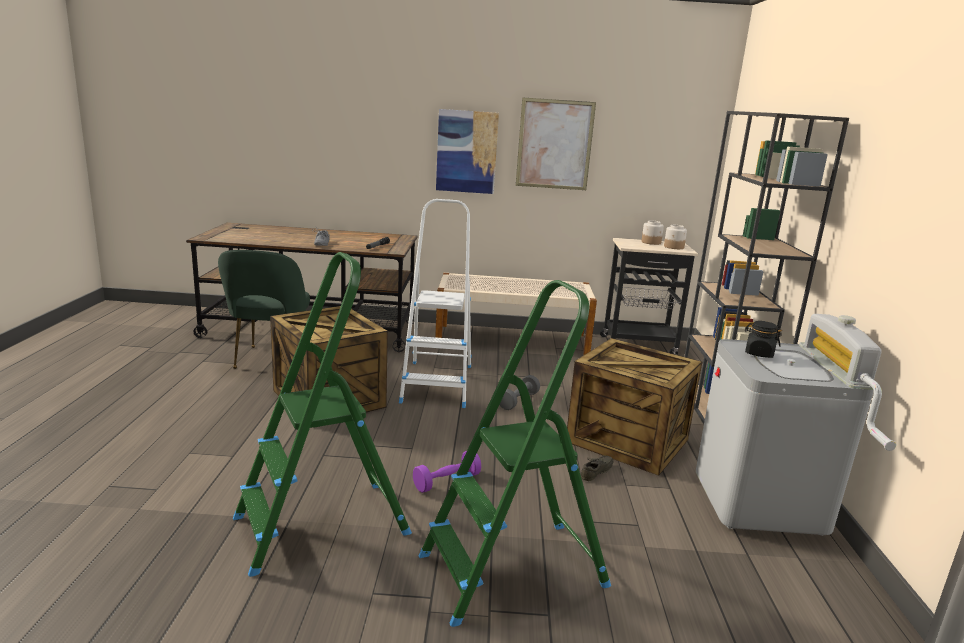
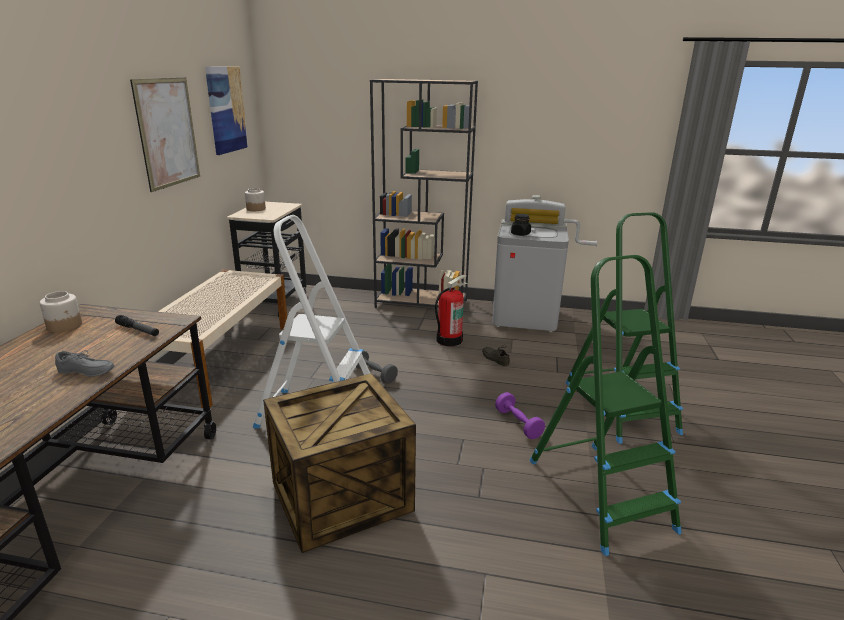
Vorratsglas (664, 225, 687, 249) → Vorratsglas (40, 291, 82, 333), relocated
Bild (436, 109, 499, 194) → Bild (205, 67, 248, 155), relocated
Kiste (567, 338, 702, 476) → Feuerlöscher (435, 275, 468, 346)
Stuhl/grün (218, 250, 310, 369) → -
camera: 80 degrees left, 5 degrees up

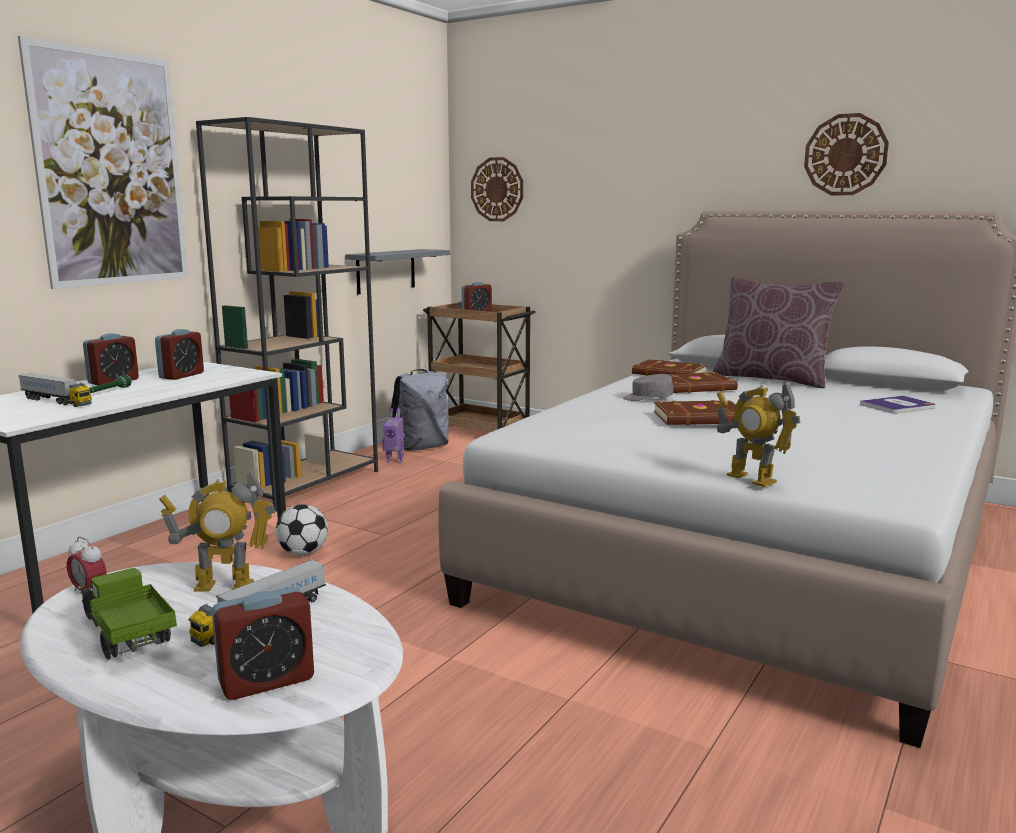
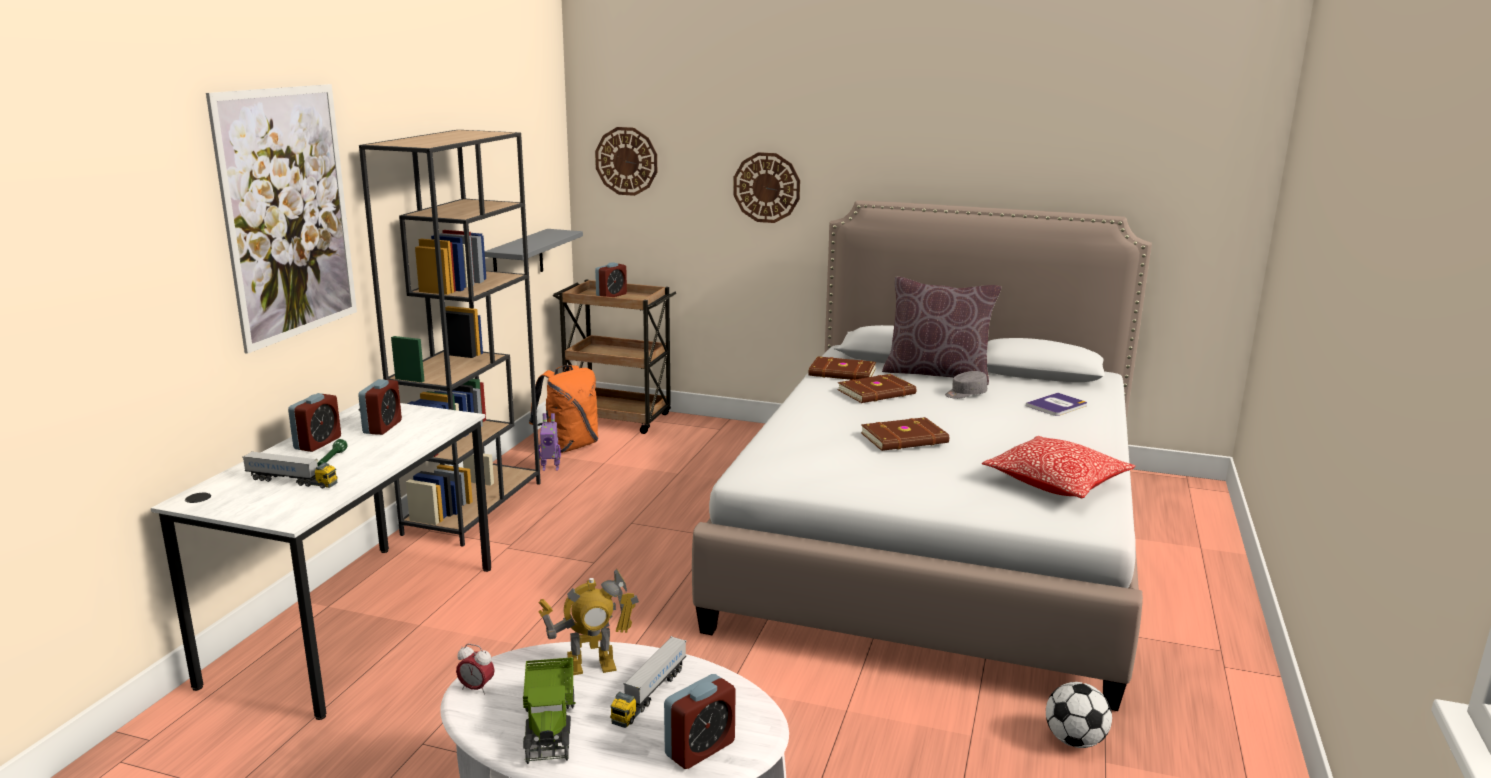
Spielzeuglaster (78, 568, 177, 660) → Spielzeuglaster (523, 657, 576, 764), 135 degrees counterclockwise
Rucksack/grau (391, 369, 449, 451) → Rucksack/orange (529, 365, 598, 453)
Wanduhr (804, 113, 889, 195) → Wanduhr (733, 152, 800, 223), relocated
Kappe/grau (623, 374, 673, 401) → Kappe/grau (945, 371, 987, 399), relocated
- → Kissen (982, 436, 1135, 498)
Fußball (276, 504, 328, 555) → Fußball (1046, 682, 1112, 748), relocated
Spielzeugroboter (716, 381, 801, 487) → -
camera: 15 degrees left, 5 degrees up

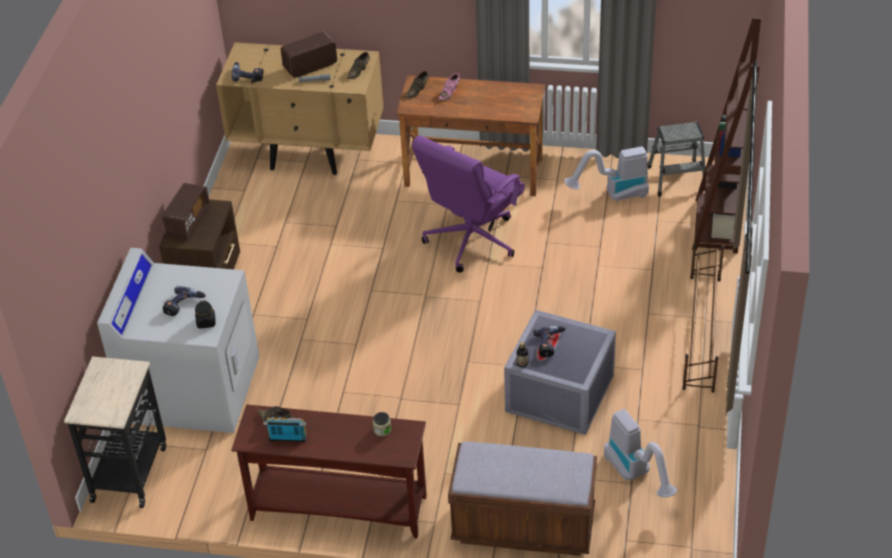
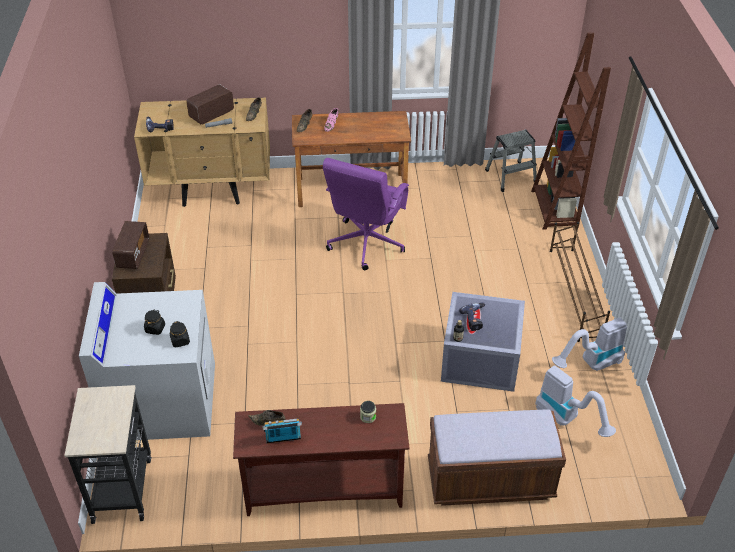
Bohrmaschine (163, 286, 206, 316) → Vorratsglas/schwarz (144, 310, 165, 335)
Staubsauger (564, 146, 649, 201) → Staubsauger (552, 318, 627, 371), relocated
camera: 15 degrees left, 0 degrees up

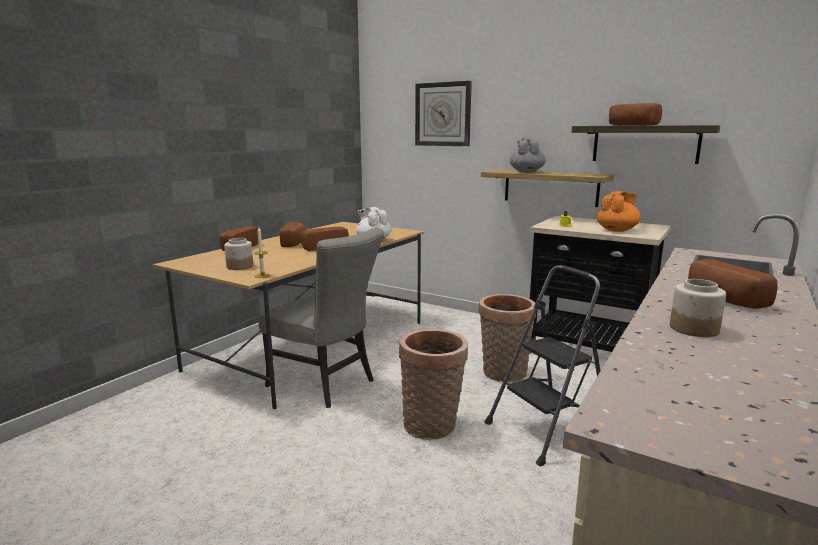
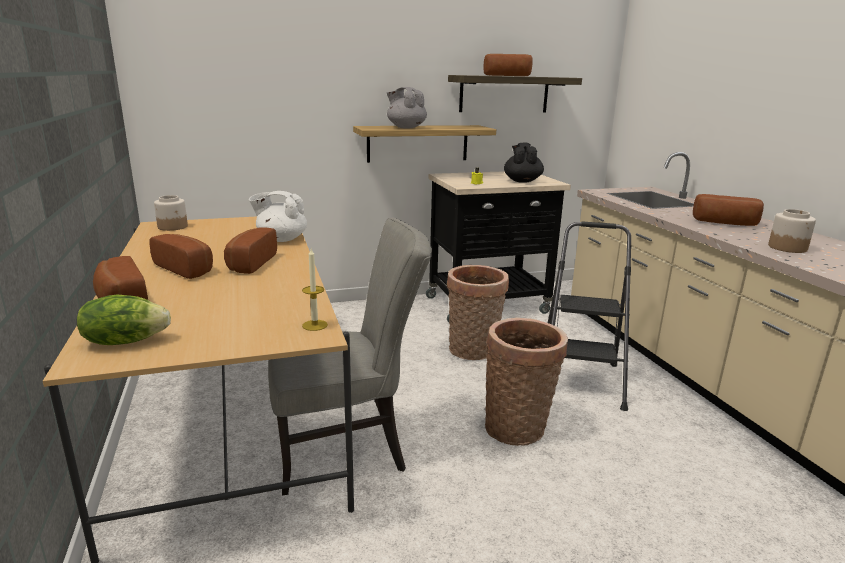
- → Salatkopf (77, 294, 171, 345)
Vorratsglas (224, 238, 253, 270) → Vorratsglas (154, 195, 188, 231), relocated
Teekanne/orange (597, 191, 641, 232) → Teekanne/schwarz (504, 143, 544, 183)
Wanduhr (415, 81, 472, 146) → -
camera: 50 degrees left, 5 degrees up

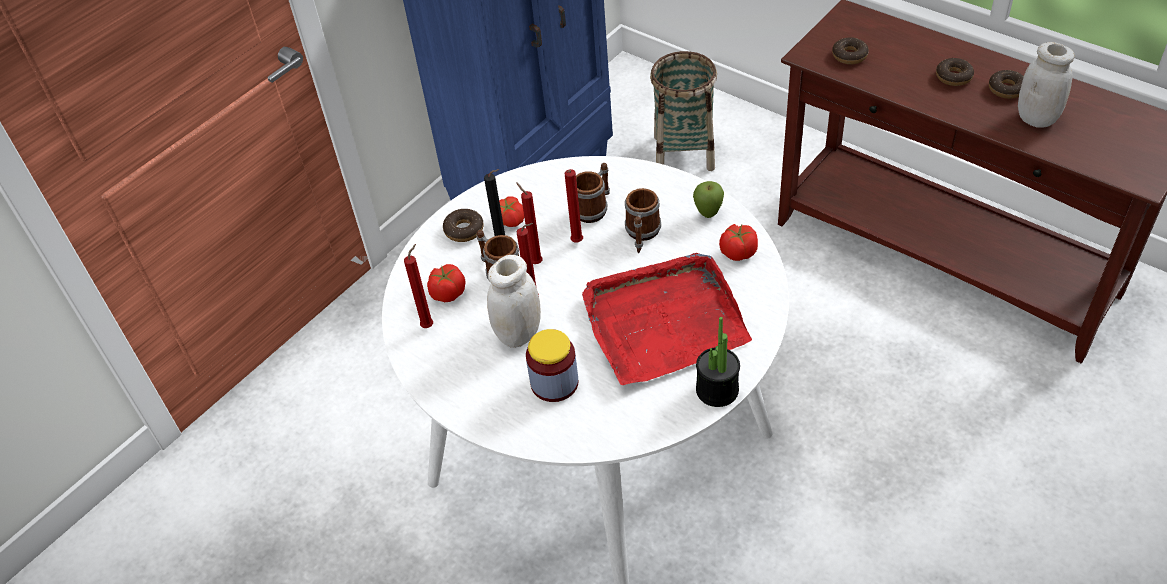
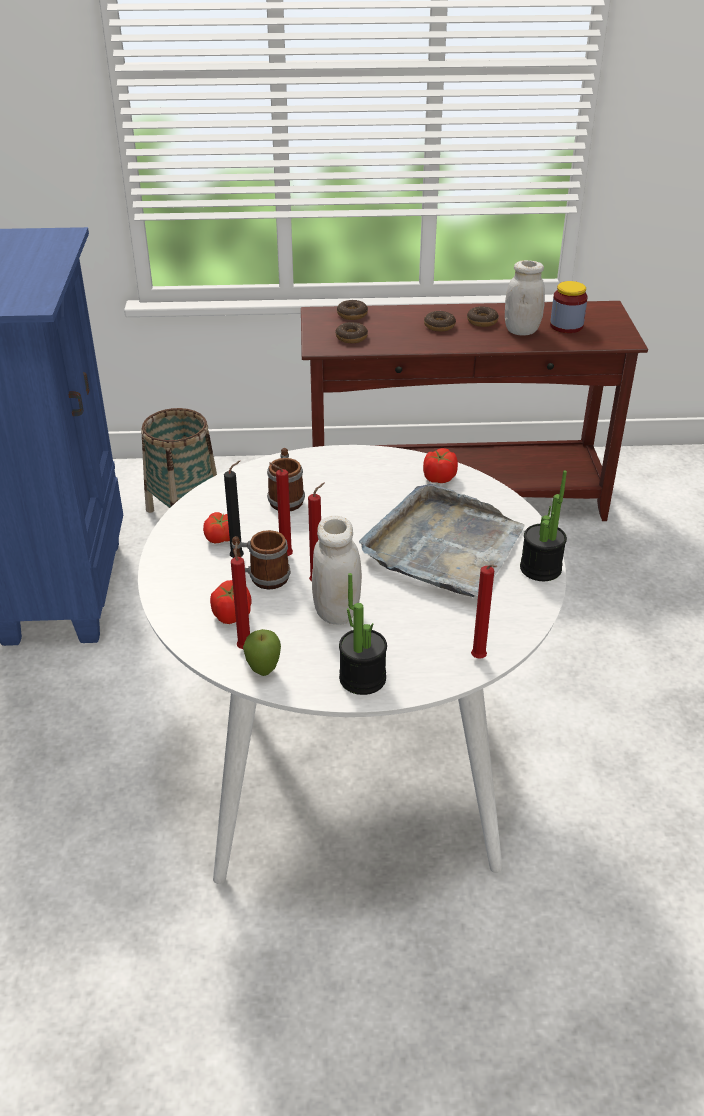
Apfel (693, 181, 724, 218) → Apfel (243, 629, 281, 676), relocated
Donut (443, 209, 484, 242) → Donut (337, 300, 368, 320), relocated
- → Topfpflanze (339, 573, 387, 695)
Tablett/rot (582, 253, 752, 385) → Tablett/grau (359, 484, 525, 597)
Kerze/rot (565, 169, 583, 242) → Kerze/rot (471, 564, 497, 659), relocated
Vorratsglas (526, 329, 579, 402) → Vorratsglas (550, 281, 588, 333), relocated
Henkelbecher (625, 188, 661, 253) → -
camera: 45 degrees left, 10 degrees down

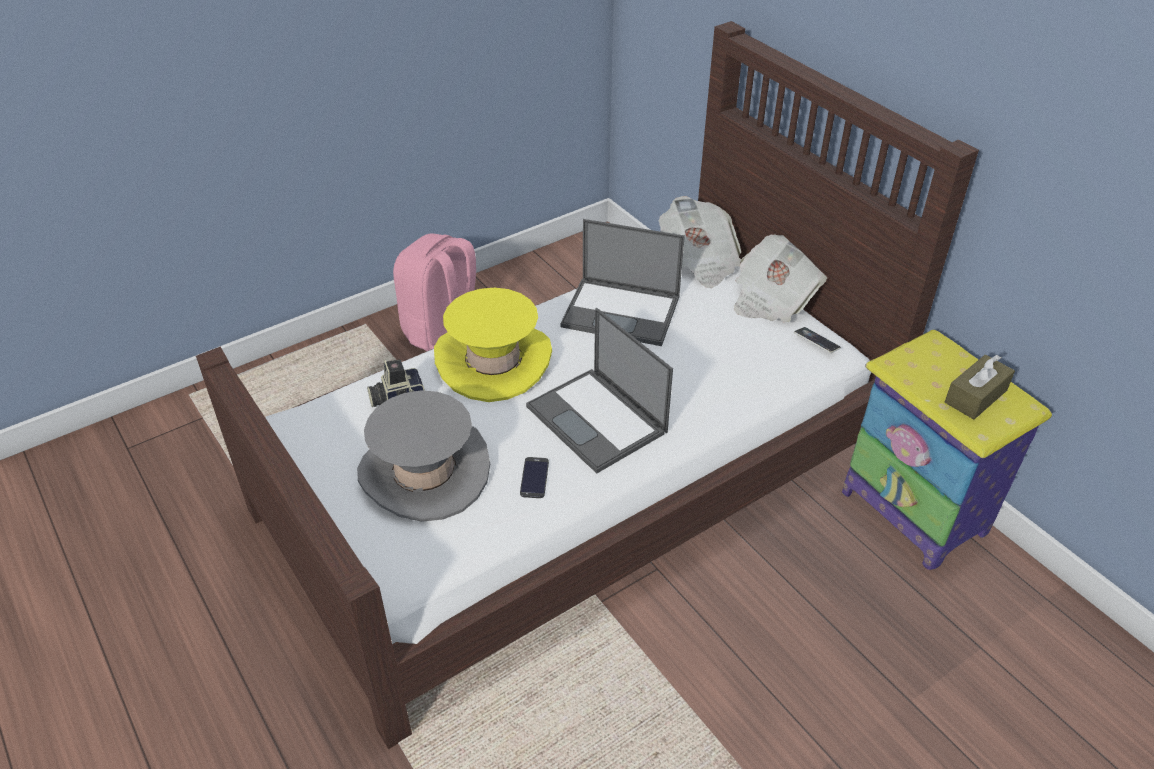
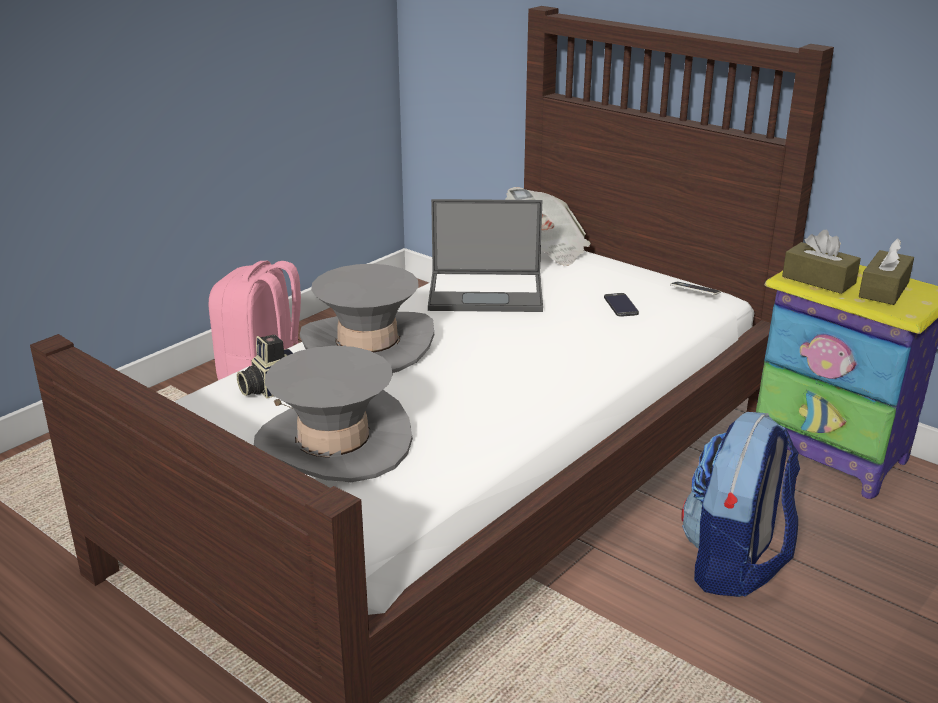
Hut/gelb (434, 288, 552, 402) → Hut/grau (300, 264, 434, 373)
Handy (520, 457, 549, 498) → Handy (604, 293, 639, 317), relocated
- → Rucksack (681, 412, 800, 597)
- → Taschentuchbox/braun (782, 230, 861, 294)
Laptop (526, 308, 673, 474) → -
Zeitung (734, 235, 827, 323) → -
camera: 15 degrees left, 15 degrees down

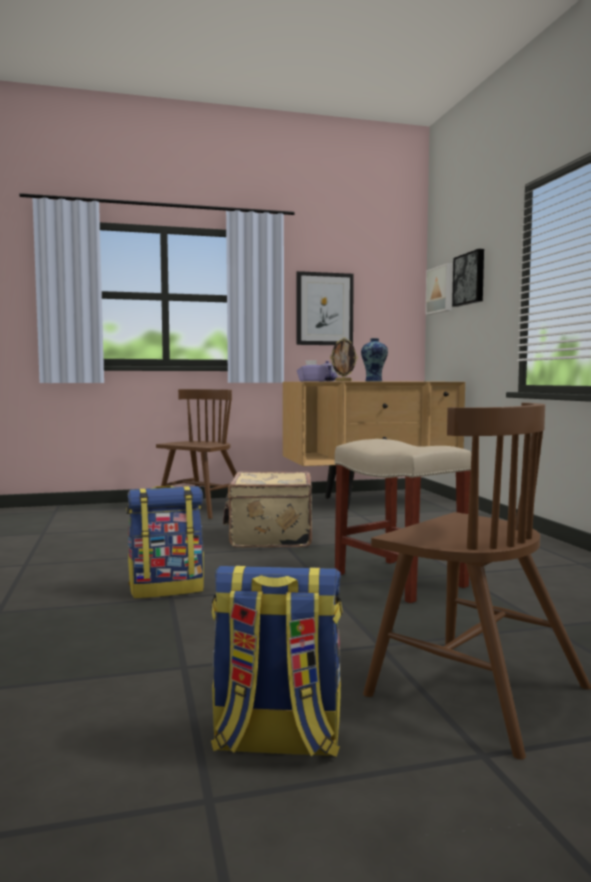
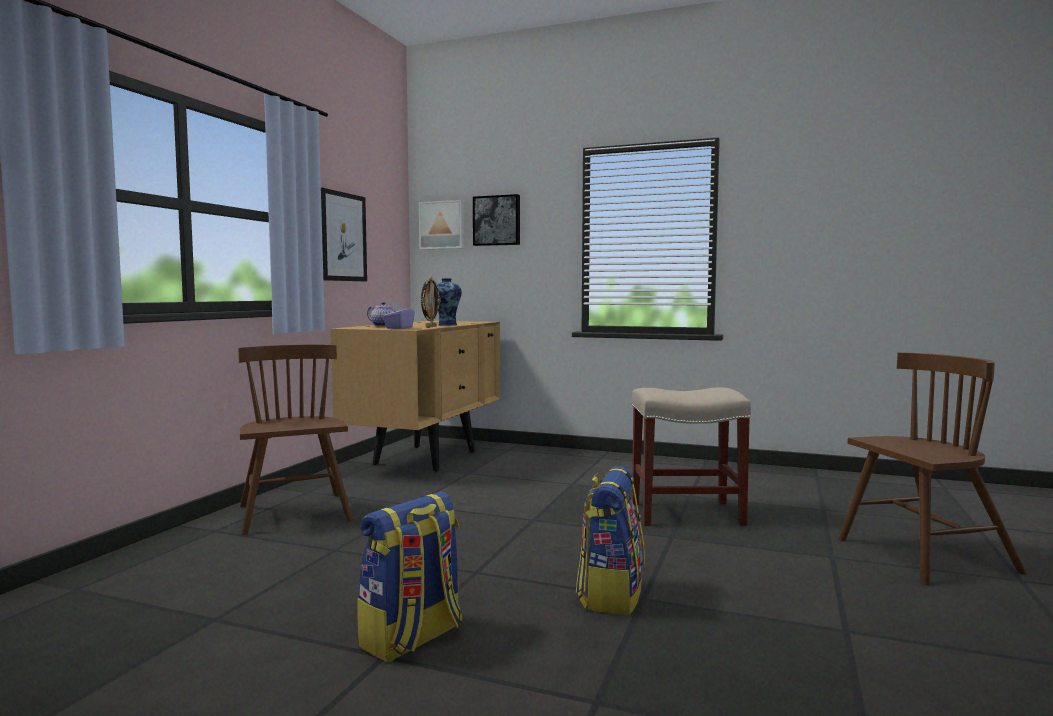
Rucksack (211, 566, 343, 757) → Rucksack (357, 492, 462, 663), relocated
Koffer/beige (223, 471, 312, 548) → -
camera: 55 degrees left, 0 degrees up

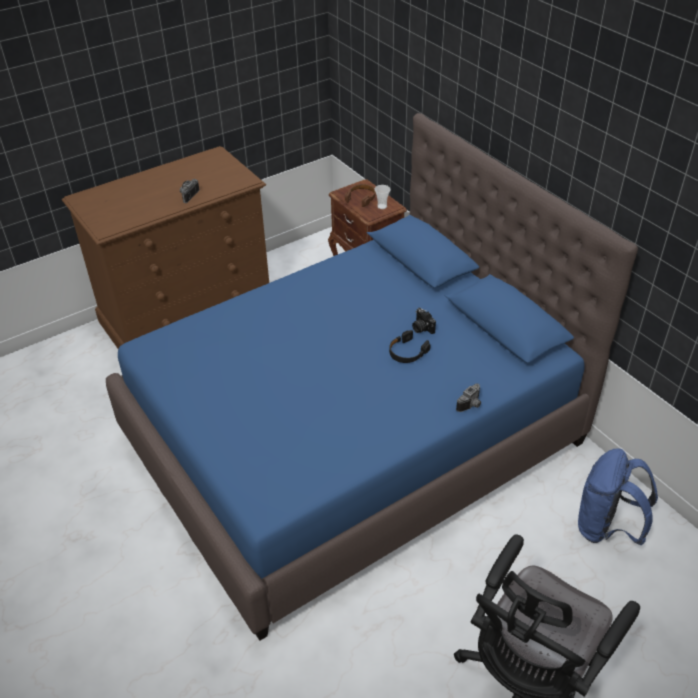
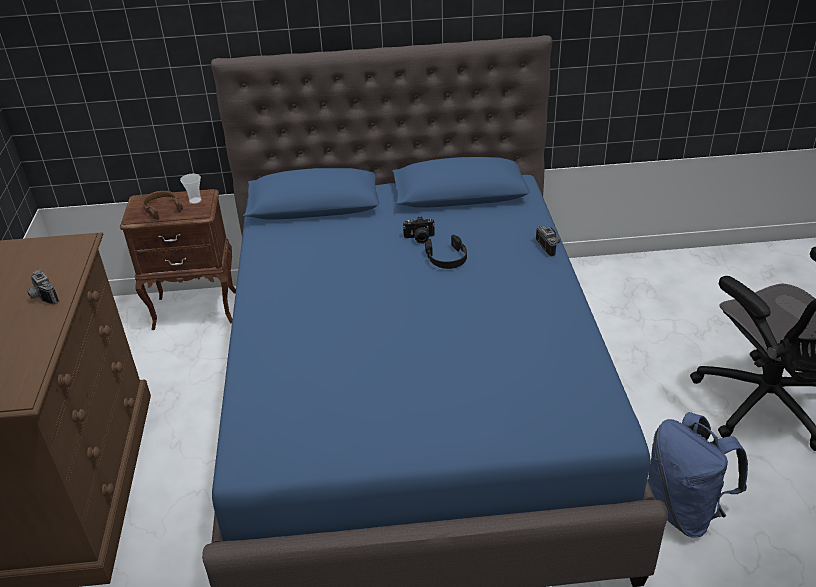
Rucksack/blau (578, 448, 658, 545) → Rucksack/blau (648, 412, 748, 538), relocated
camera: 60 degrees left, 5 degrees down

